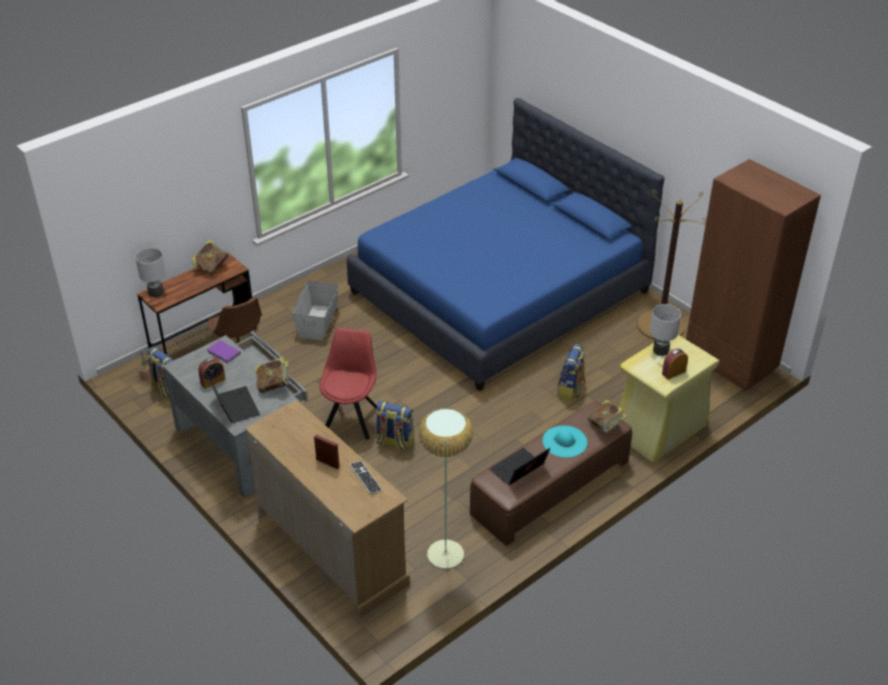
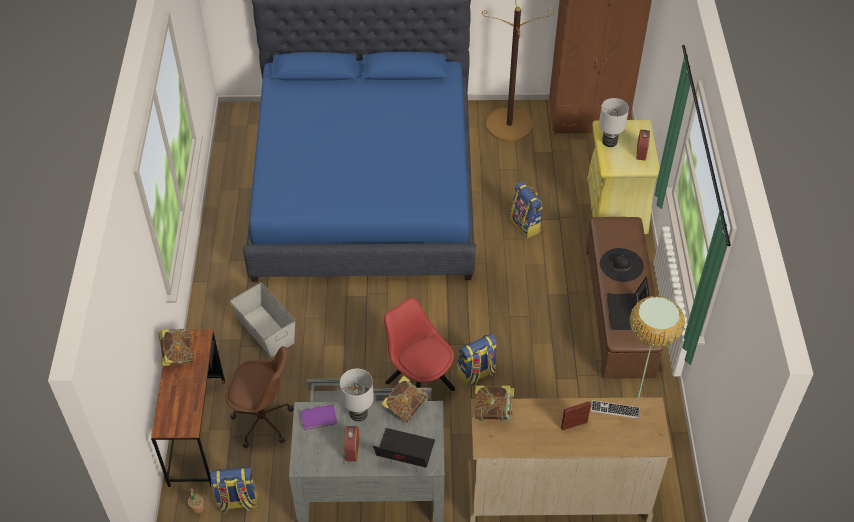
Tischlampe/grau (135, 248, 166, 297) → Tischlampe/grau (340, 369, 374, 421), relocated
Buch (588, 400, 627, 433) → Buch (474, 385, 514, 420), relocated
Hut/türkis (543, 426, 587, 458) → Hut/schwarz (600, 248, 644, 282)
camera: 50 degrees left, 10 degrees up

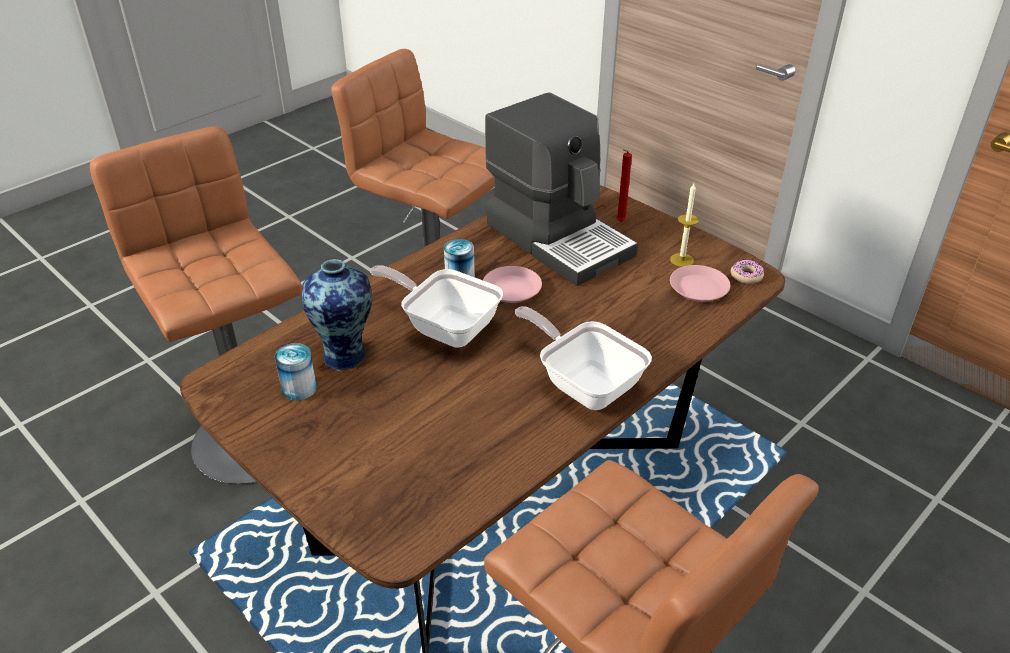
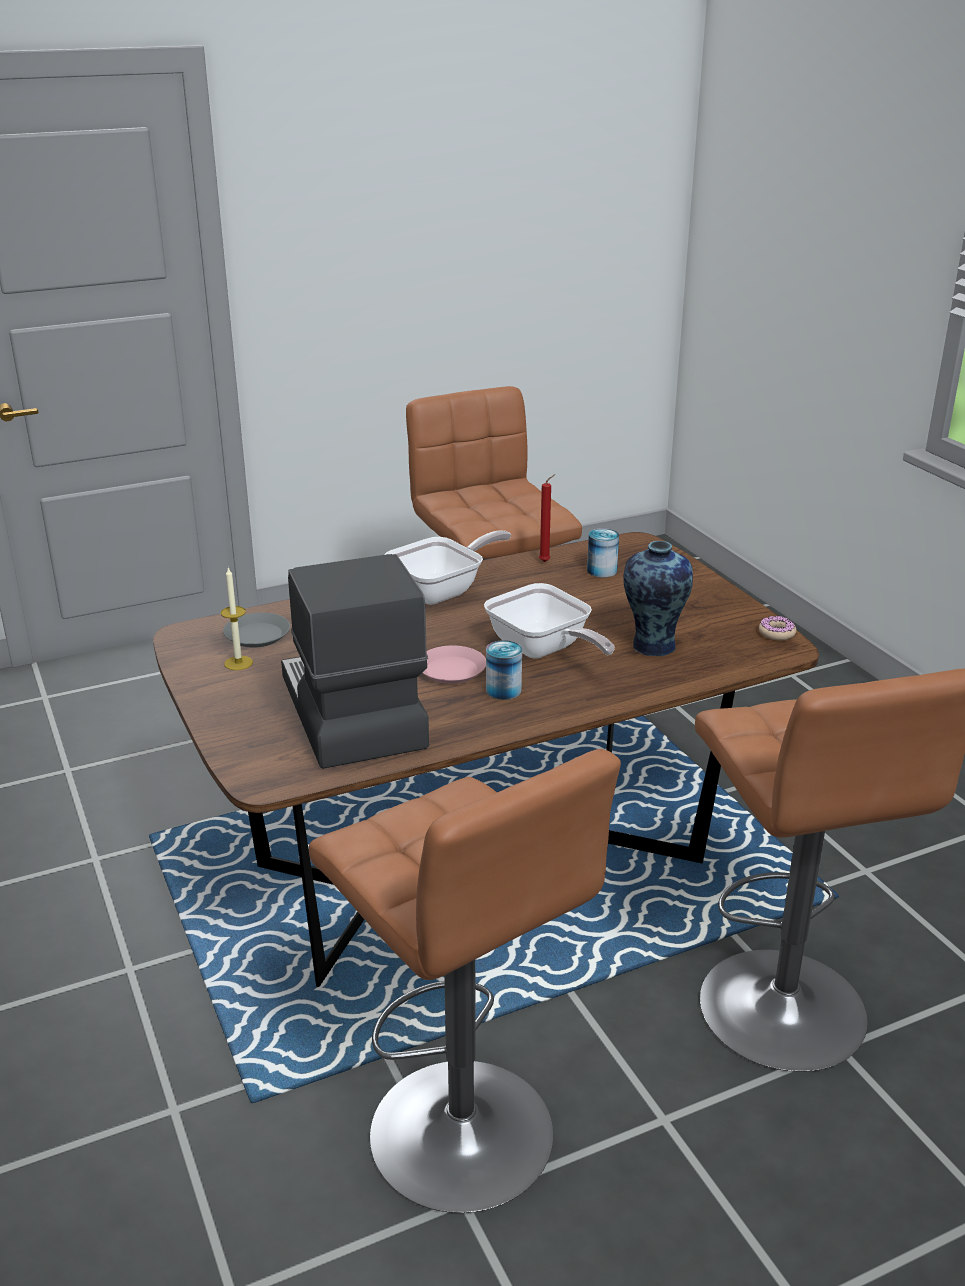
Teller/rosa (670, 265, 730, 302) → Teller/grau (223, 613, 290, 648)
Pfanne (515, 306, 652, 410) → Pfanne (384, 530, 511, 605), 105 degrees counterclockwise
Kerze/rot (616, 149, 632, 222) → Kerze/rot (539, 474, 556, 562), relocated
Dose (275, 343, 317, 401) → Dose (587, 528, 619, 578), relocated
Donut (731, 260, 764, 284) → Donut (759, 616, 796, 640), relocated
camera: 160 degrees left, 10 degrees down

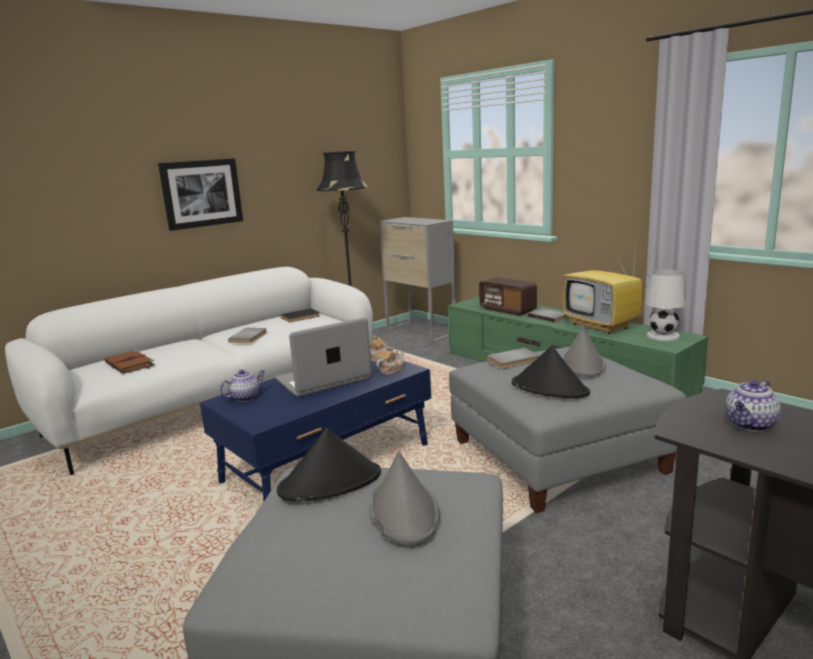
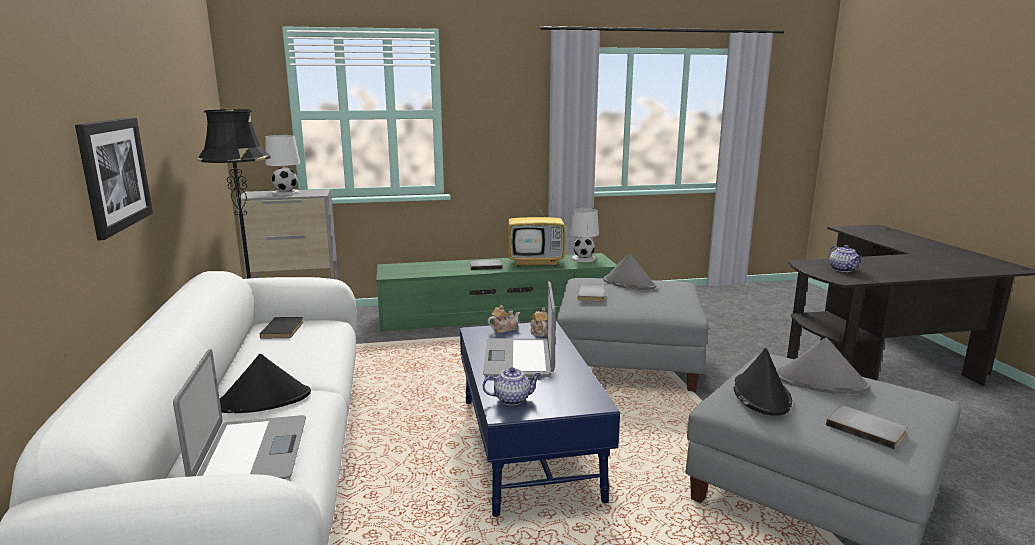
Buch/braun (105, 350, 155, 373) → Laptop (173, 349, 306, 479)
Hut/schwarz (512, 346, 590, 398) → Hut/schwarz (220, 354, 311, 413), relocated
- → Tischlampe/weiß (266, 135, 301, 195)
Teekanne (219, 370, 265, 402) → Teekanne (483, 367, 541, 405), 90 degrees clockwise
Buch/grau (228, 328, 267, 343) → Buch/grau (826, 405, 908, 450), relocated
Radio (479, 277, 537, 316) → -
camera: 60 degrees left, 0 degrees up

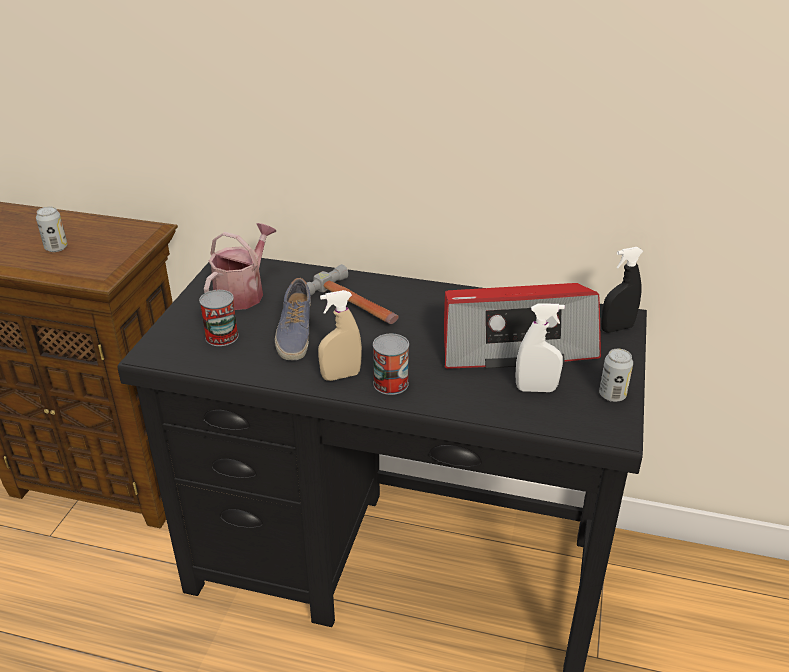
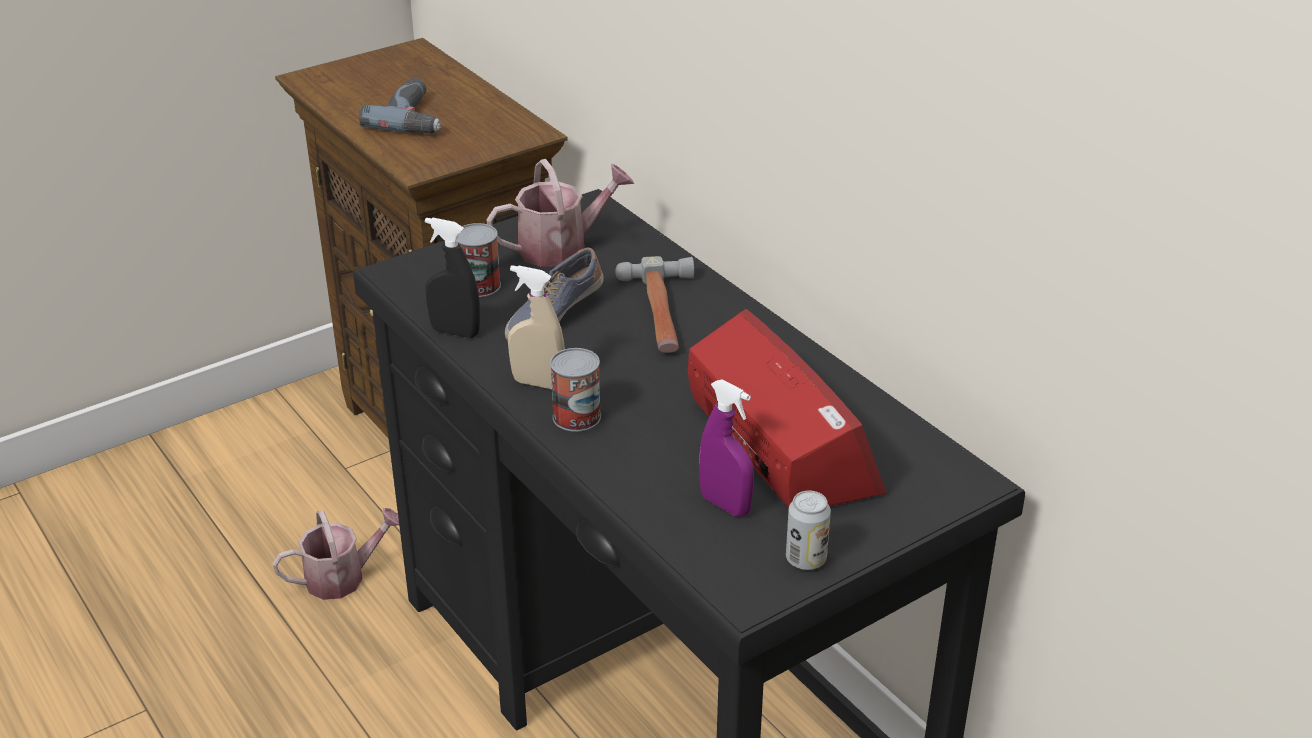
- → Gießkanne (272, 508, 399, 600)
Dose (36, 206, 68, 252) → Bohrmaschine (359, 78, 442, 134)
Sprühflasche/schwarz (601, 247, 644, 333) → Sprühflasche/schwarz (425, 218, 480, 338), relocated
Radio (444, 283, 601, 369) → Radio (688, 309, 887, 508), 150 degrees counterclockwise
Sprühflasche/weiß (515, 303, 565, 392) → Sprühflasche/lila (699, 379, 754, 516)
camera: 40 degrees right, 0 degrees up

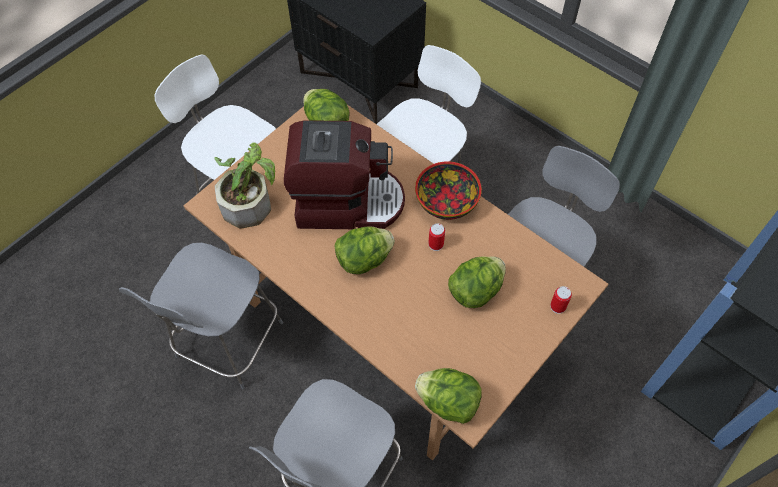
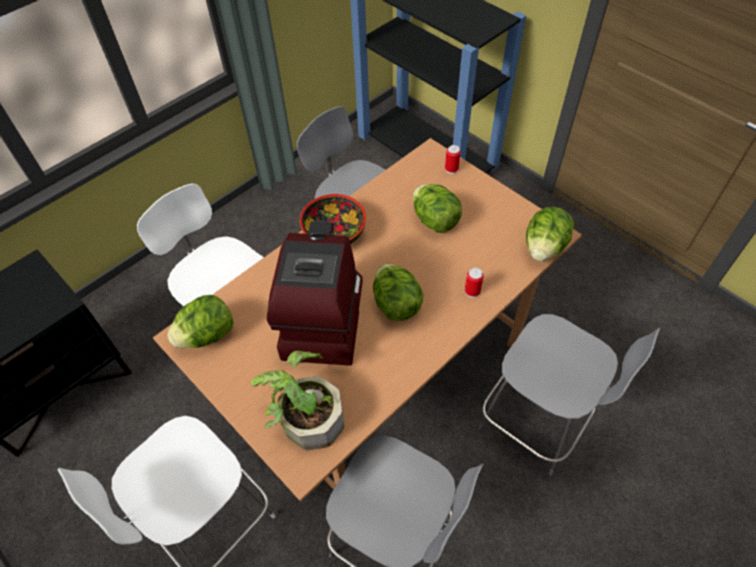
Dose (429, 223, 445, 251) → Dose (465, 268, 484, 298), relocated
camera: 85 degrees left, 5 degrees down

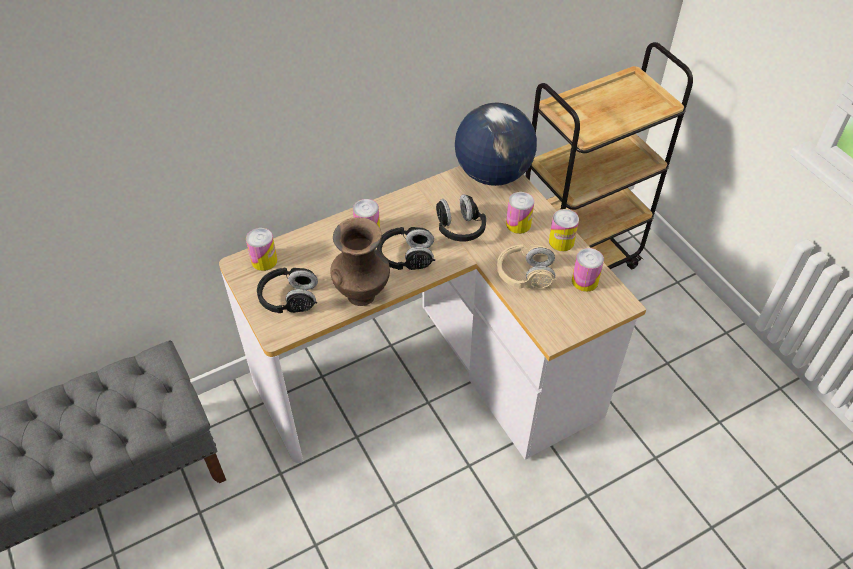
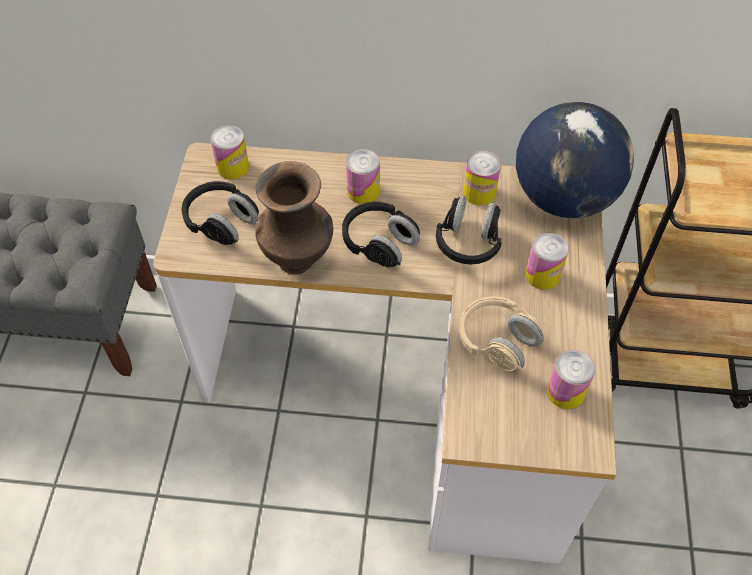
Dose (549, 209, 579, 251) → Dose (463, 151, 501, 206), relocated
camera: 35 degrees right, 5 degrees up

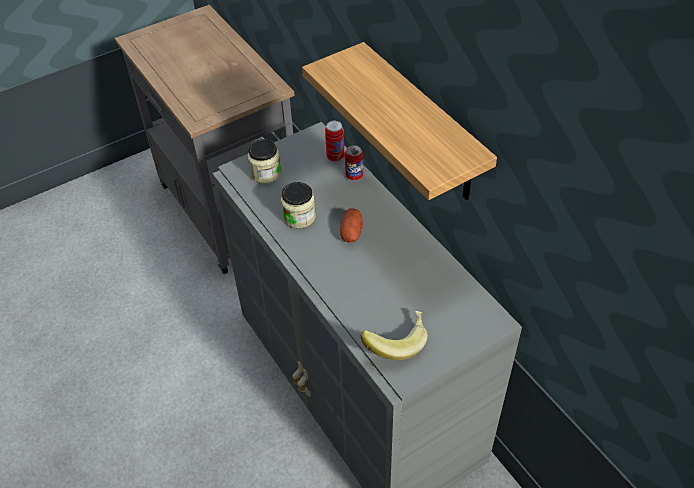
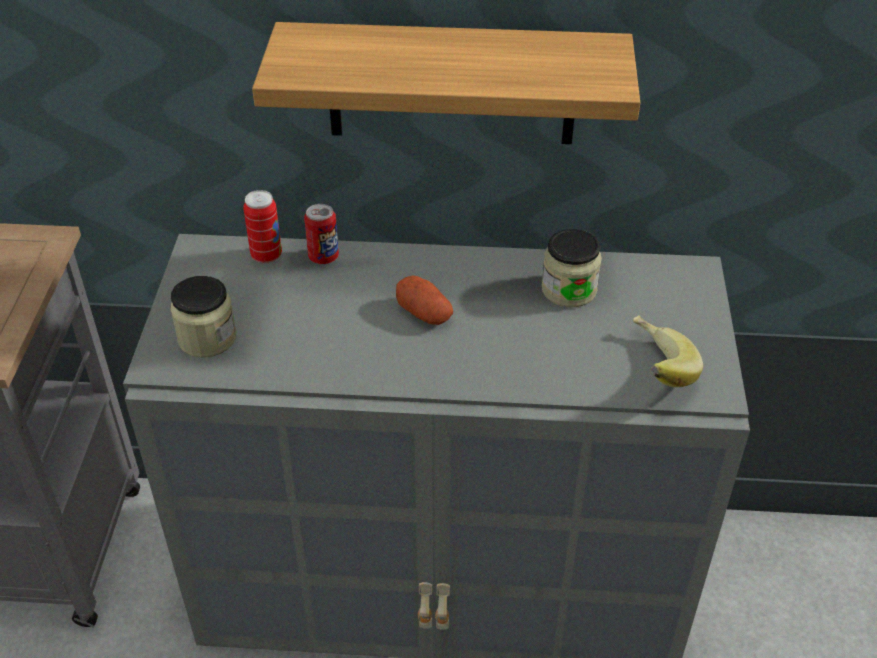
Vorratsglas (281, 182, 316, 228) → Vorratsglas (542, 229, 602, 307), relocated
camera: 55 degrees left, 5 degrees down

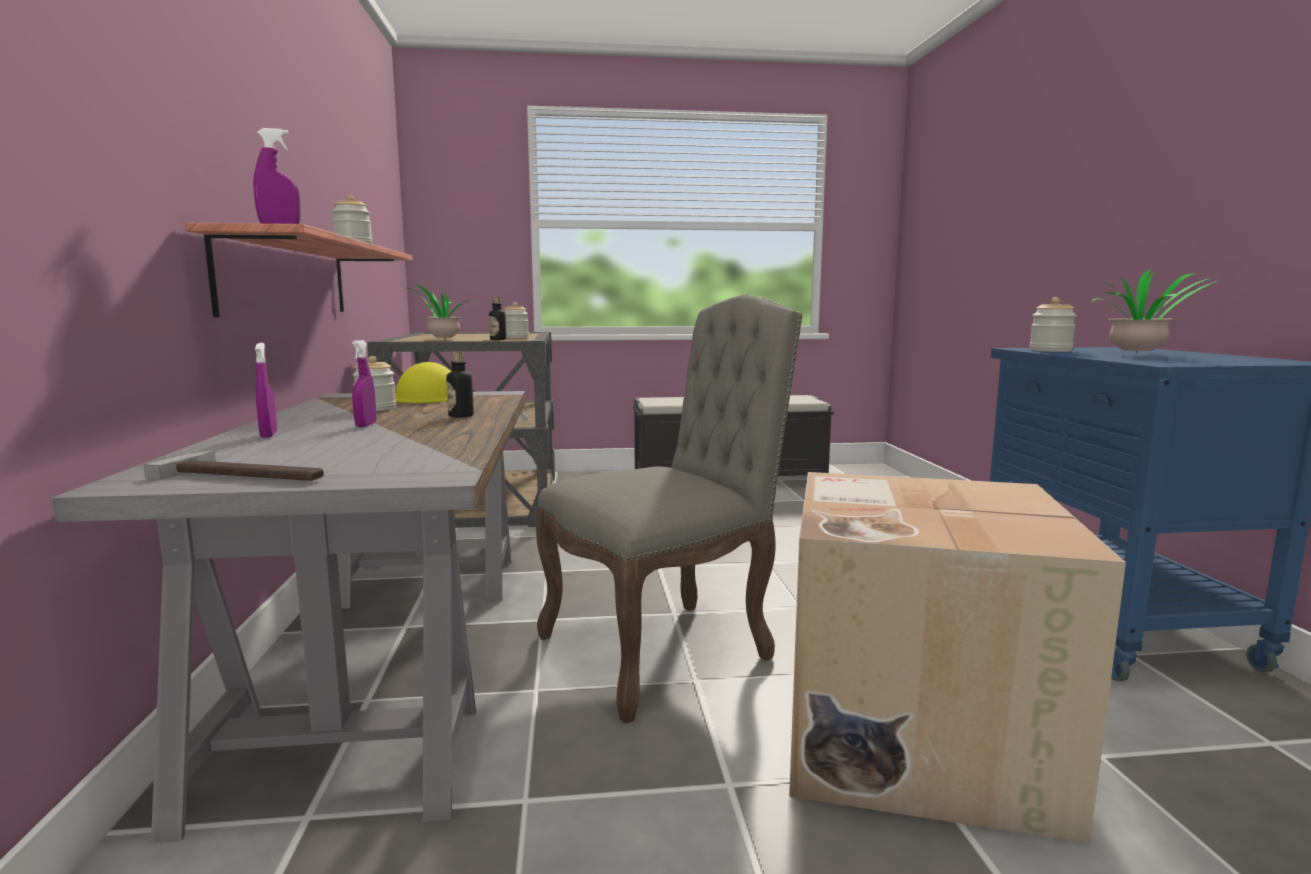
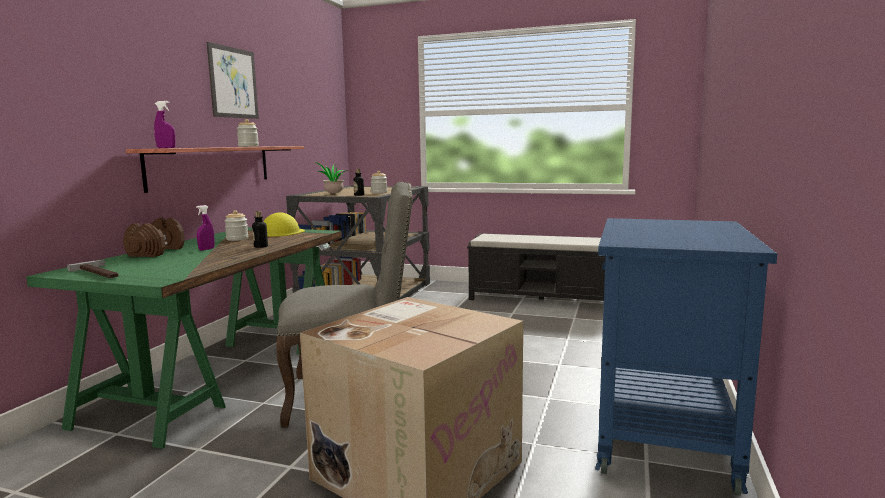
Schreibtisch/grau (52, 391, 528, 843) → Schreibtisch/grün (26, 227, 342, 449)
Sprühflasche/lila (255, 343, 277, 438) → Hantel/braun (123, 218, 185, 257)
- → Bild (207, 42, 259, 119)
Vorratsglas (1029, 297, 1077, 352) → -
Topfpflanze (1091, 270, 1219, 355) → -
camera: 25 degrees right, 0 degrees up

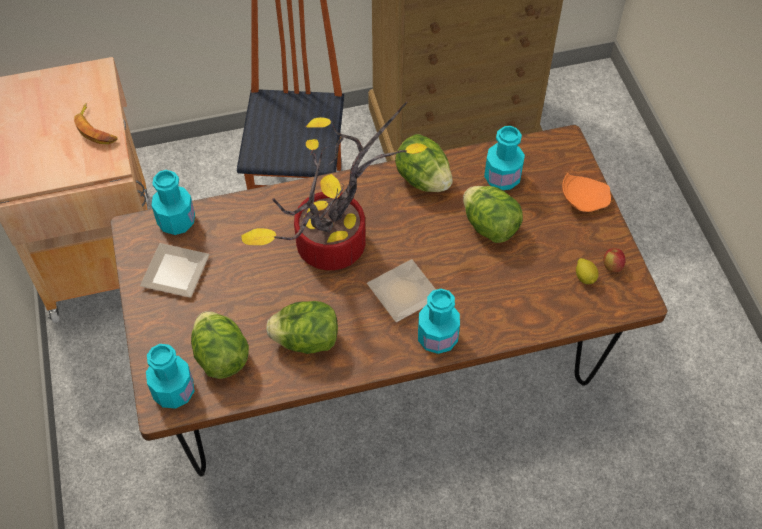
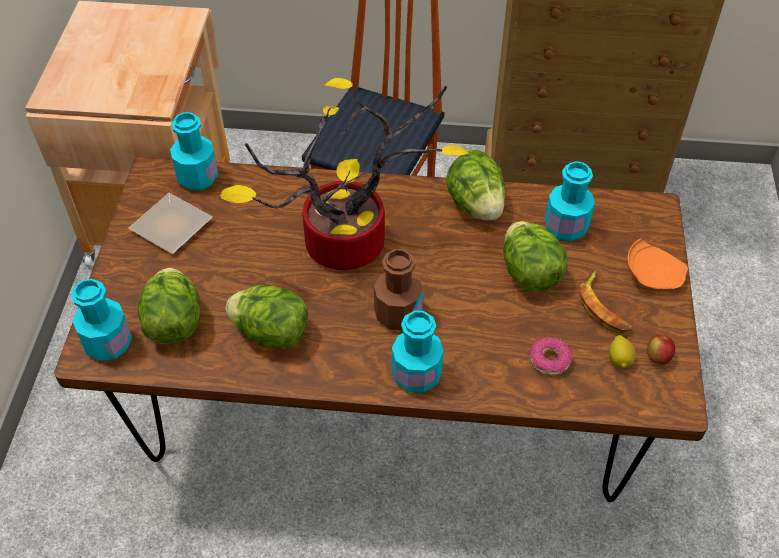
Teller (367, 259, 436, 322) → Flasche/braun (374, 249, 423, 330)
- → Donut (529, 337, 573, 375)
Banane (74, 103, 118, 144) → Banane (580, 271, 632, 333), relocated
camera: 20 degrees right, 5 degrees down

